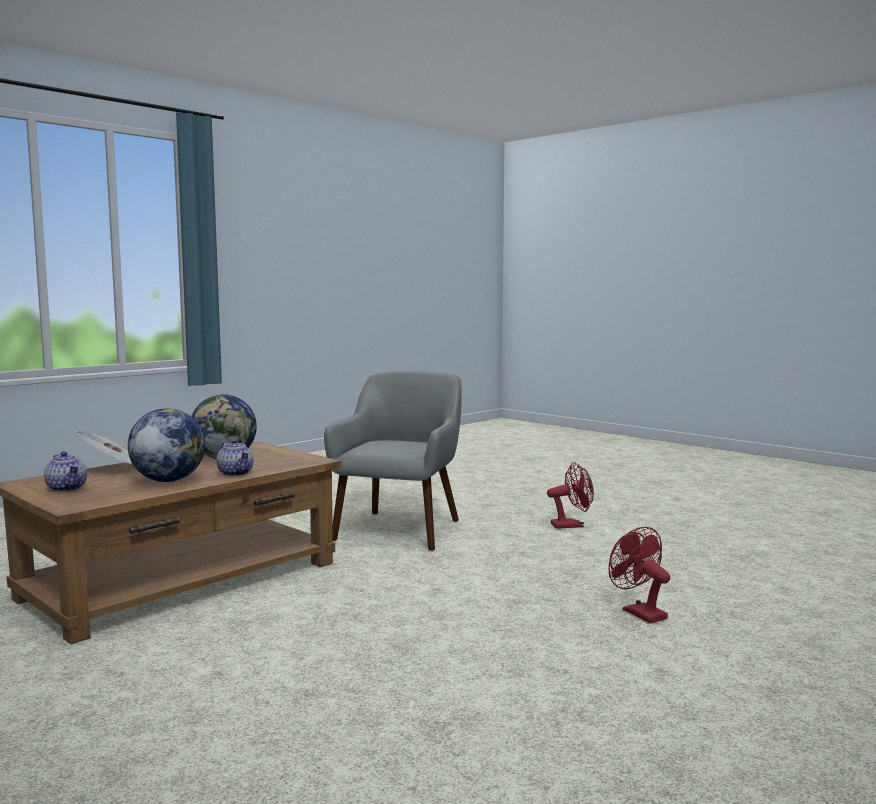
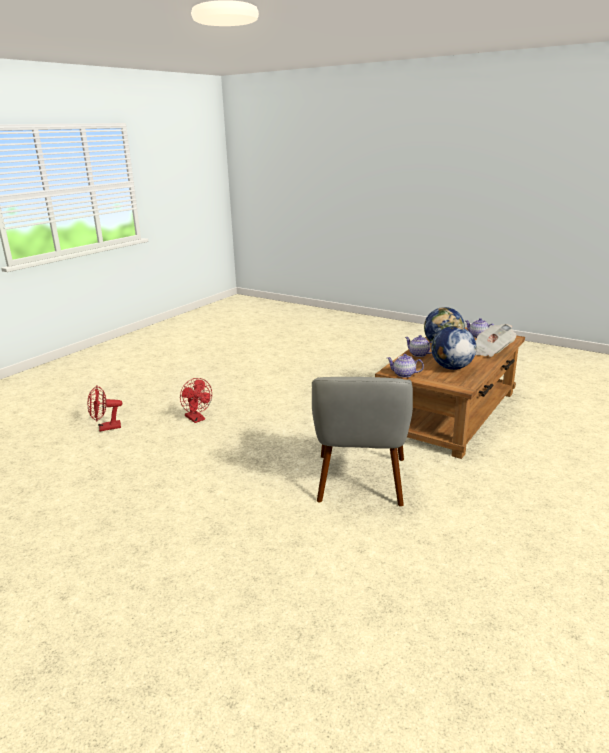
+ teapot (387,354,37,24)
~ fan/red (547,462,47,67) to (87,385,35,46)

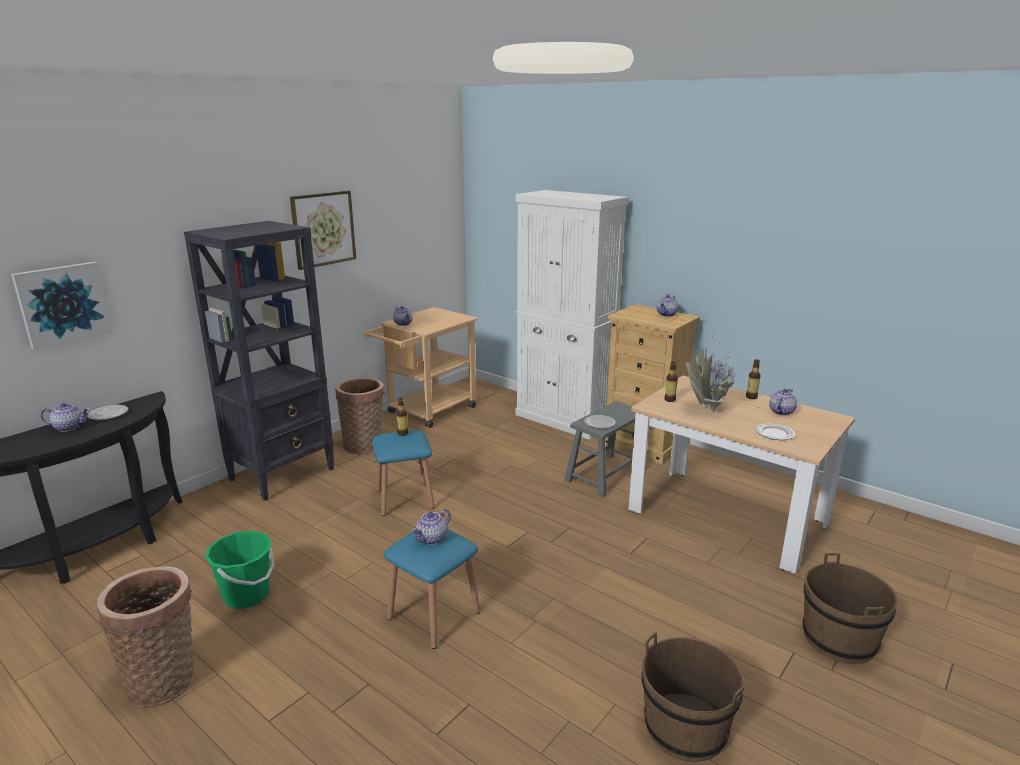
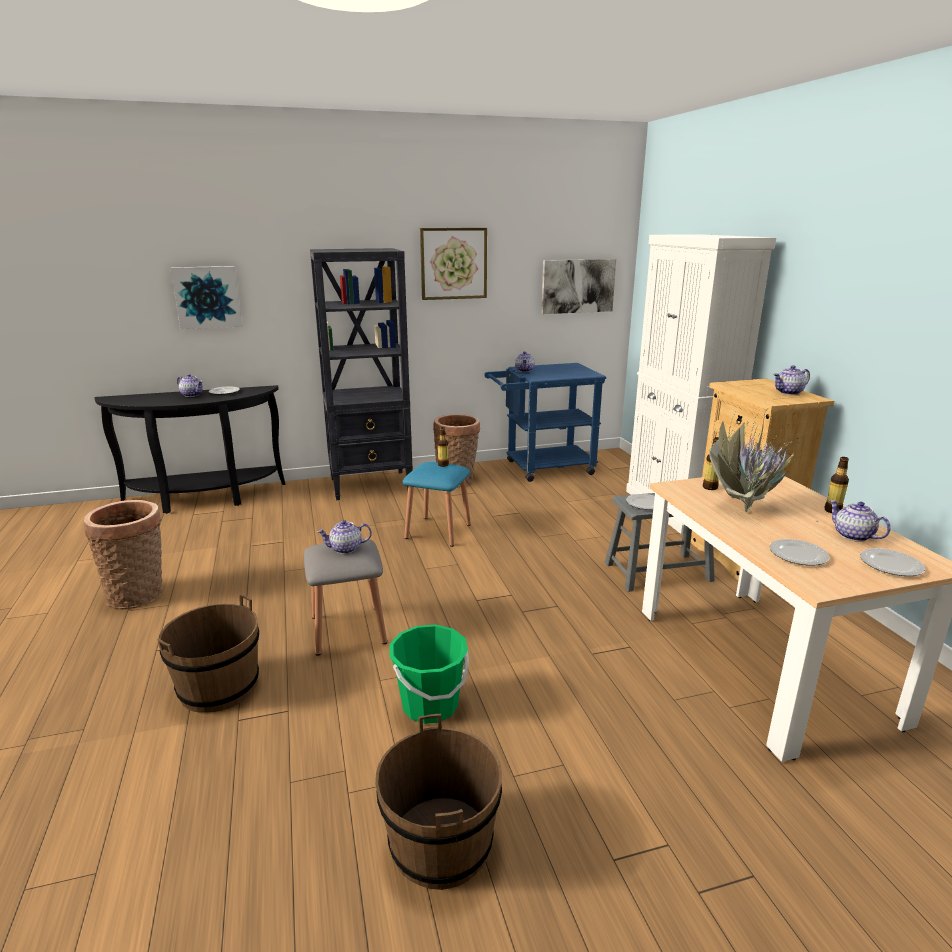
+ picture (541,259,75,55)
+ plate (860,548,65,28)
~ bucket/green (205,531,69,78) to (389,625,80,99)
~ bucket/brown (803,553,95,111) to (157,594,102,119)
~ cart/beige (363,307,115,121) to cart/blue (484,363,122,119)
~ stool/blue (383,529,97,120) to stool/grey (304,539,83,117)
~ teapot (769,389,28,27) = (829,500,62,42) 105 degrees counterclockwise

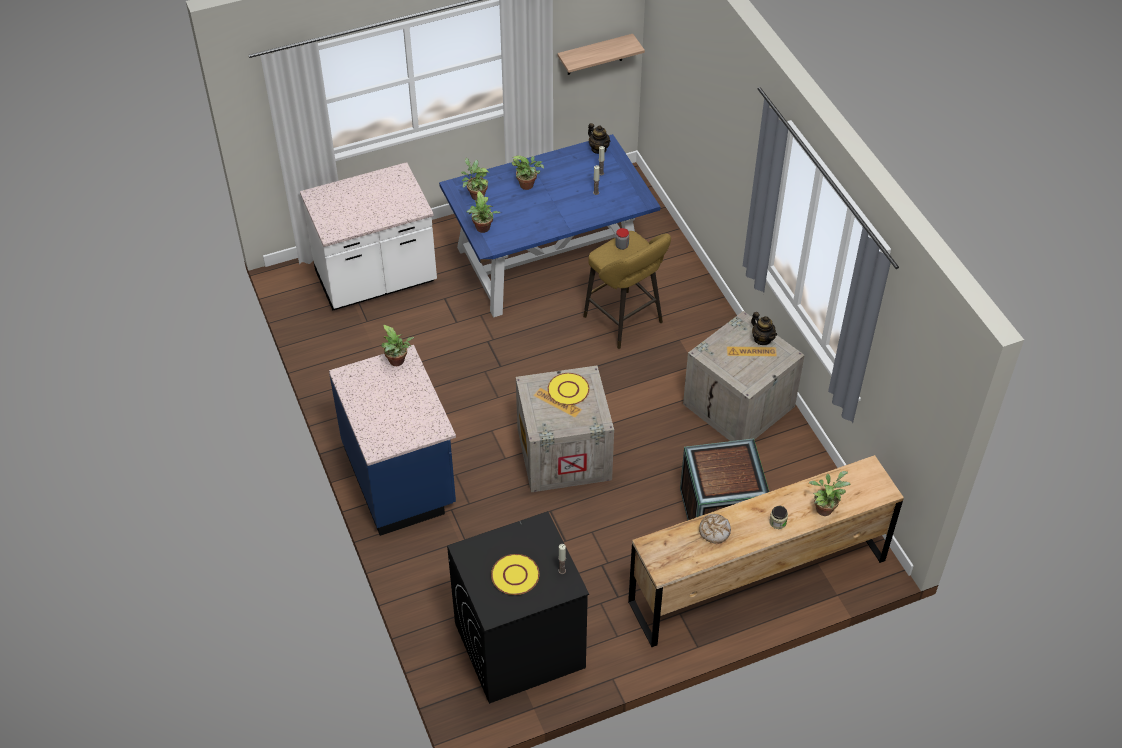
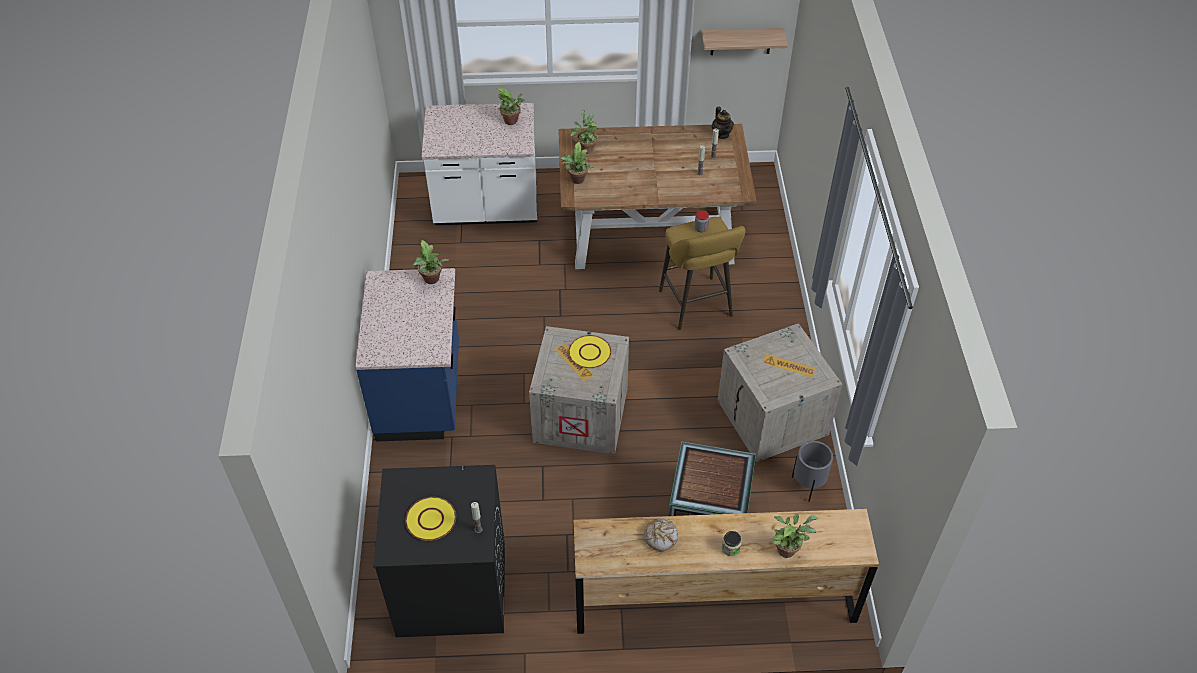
- teapot (751,312,26,33)
+ planter/grey (792,441,41,61)
~ potted plant (512,155,32,35) to (497,88,28,37)
~ dining table/blue (439,134,221,183) to dining table/brown (558,124,199,145)

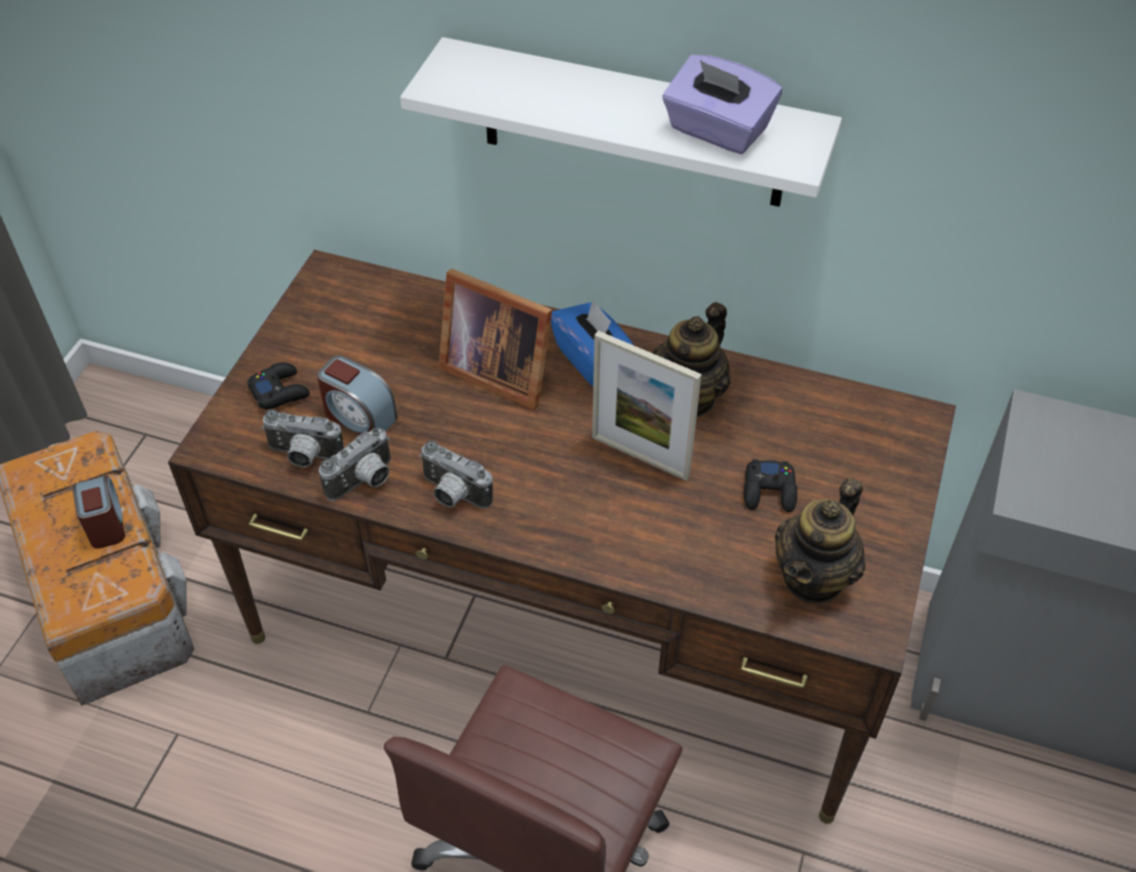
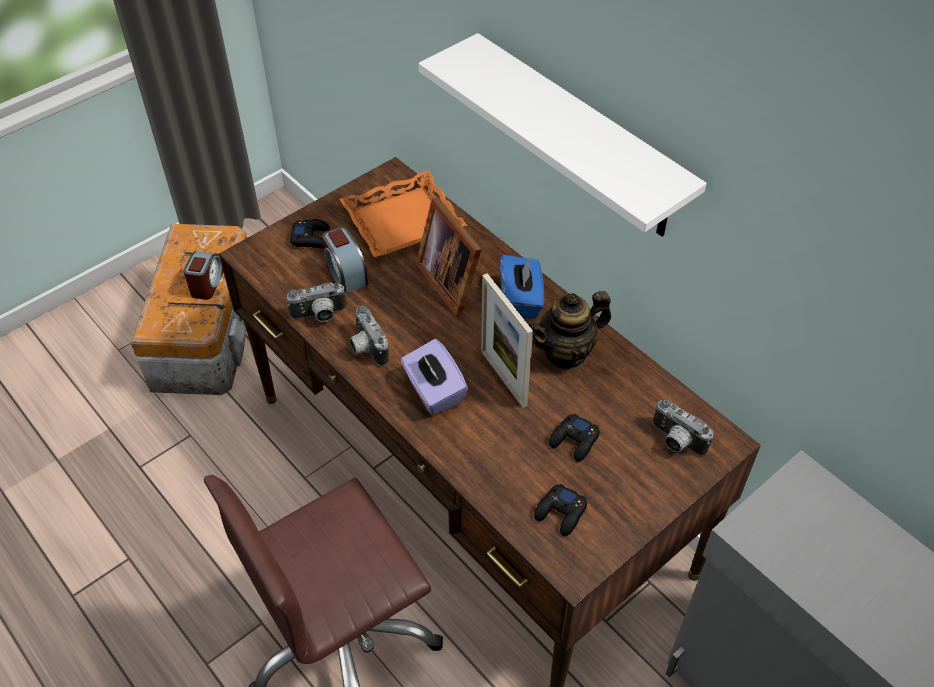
+ tray/orange (339,170,128,87)
~ photo camera (261,409,83,58) to (653,398,61,58)
~ tissue box/purple (662,54,120,100) to (401,339,67,76)
~ teapot (775,478,91,127) to game controller/black (534,483,53,53)

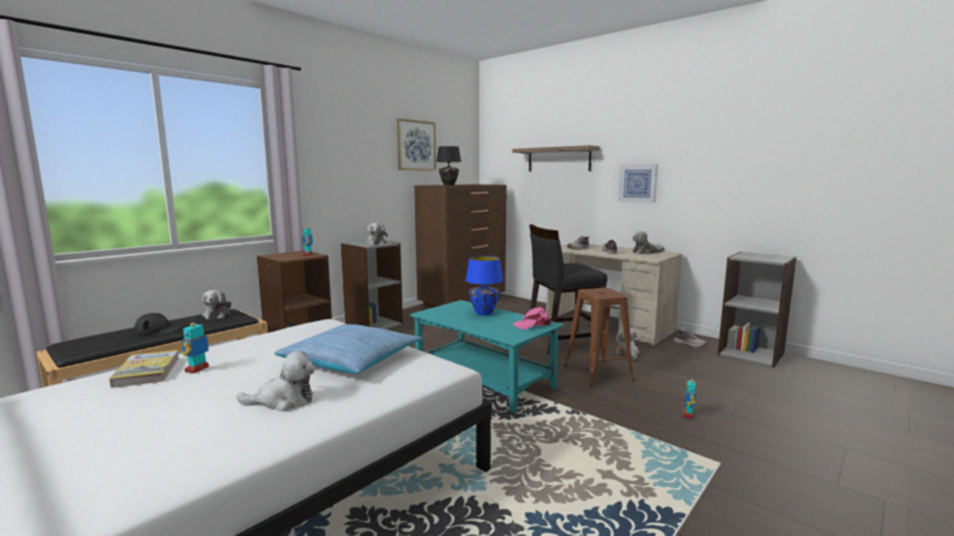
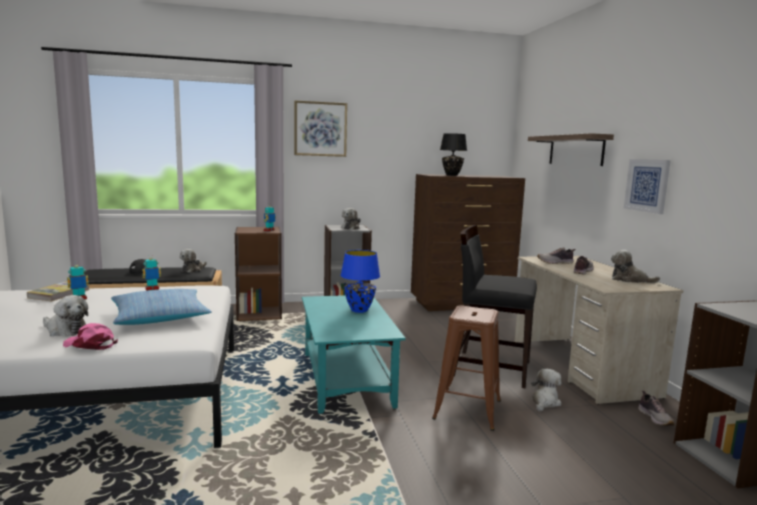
~ picture (397,119,39,51) to (294,100,53,57)
~ cap/pink (512,307,39,22) to (63,323,55,27)
~ toy robot (683,380,13,39) to (142,254,19,37)

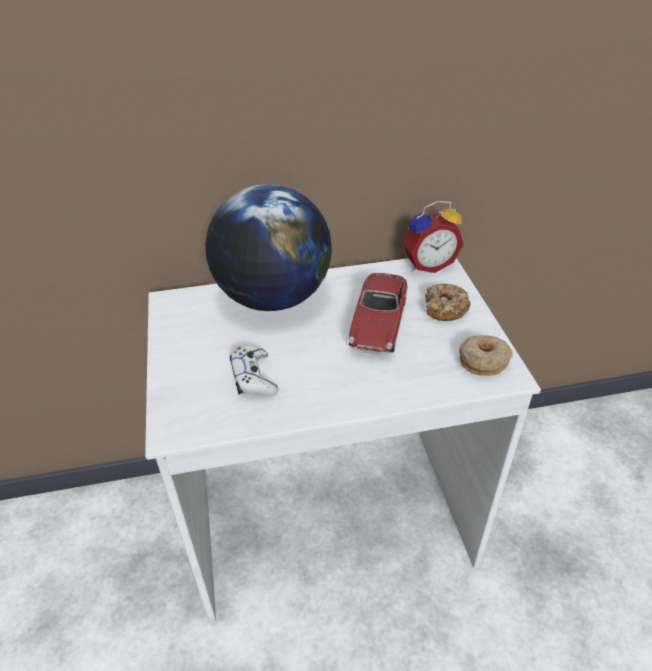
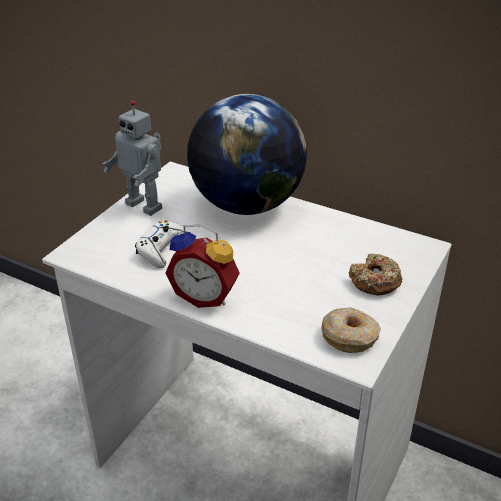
- toy car (348,273,60,81)
+ toy robot (103,101,59,115)
~ alarm clock (403,201,61,72) to (165,225,75,83)

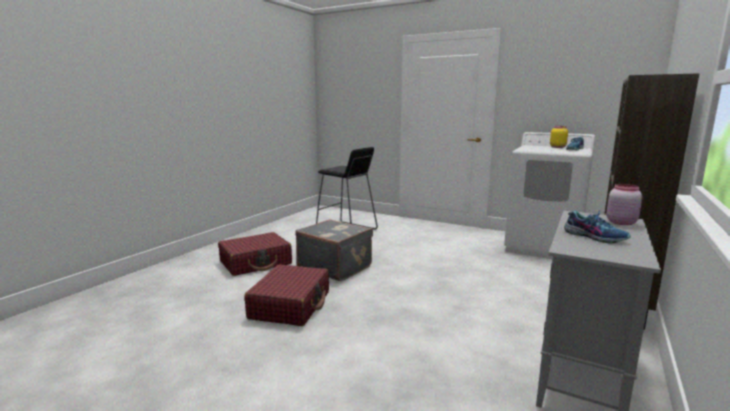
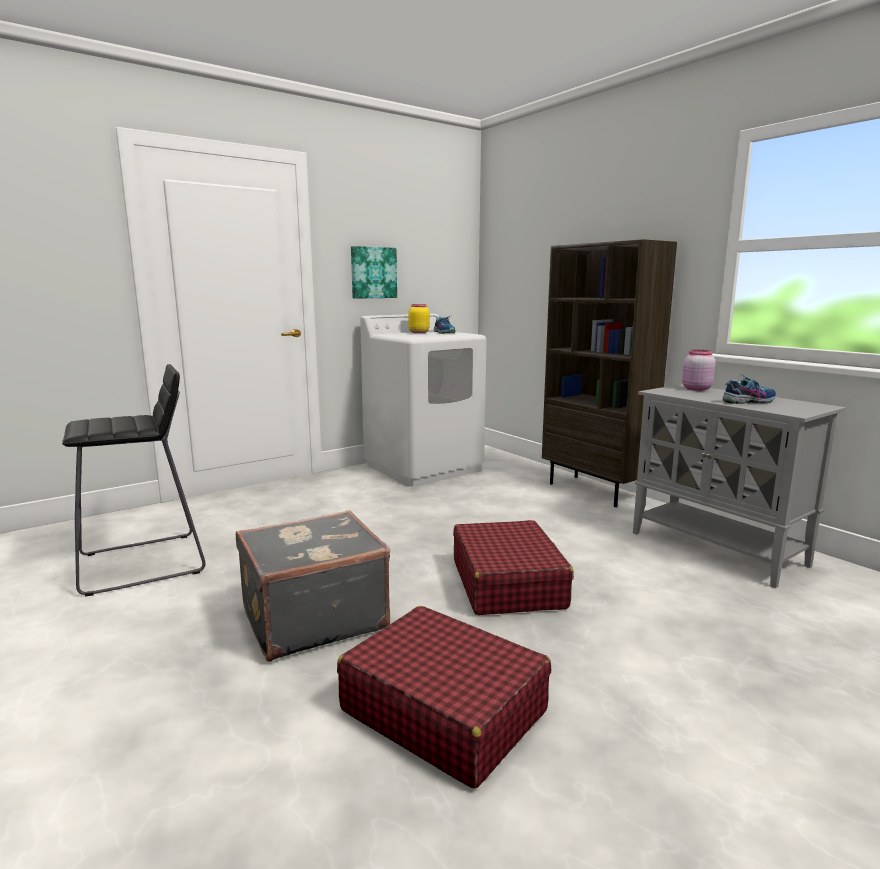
+ picture (351,246,46,53)
~ suitcase/red (218,232,74,44) to (453,520,121,95)

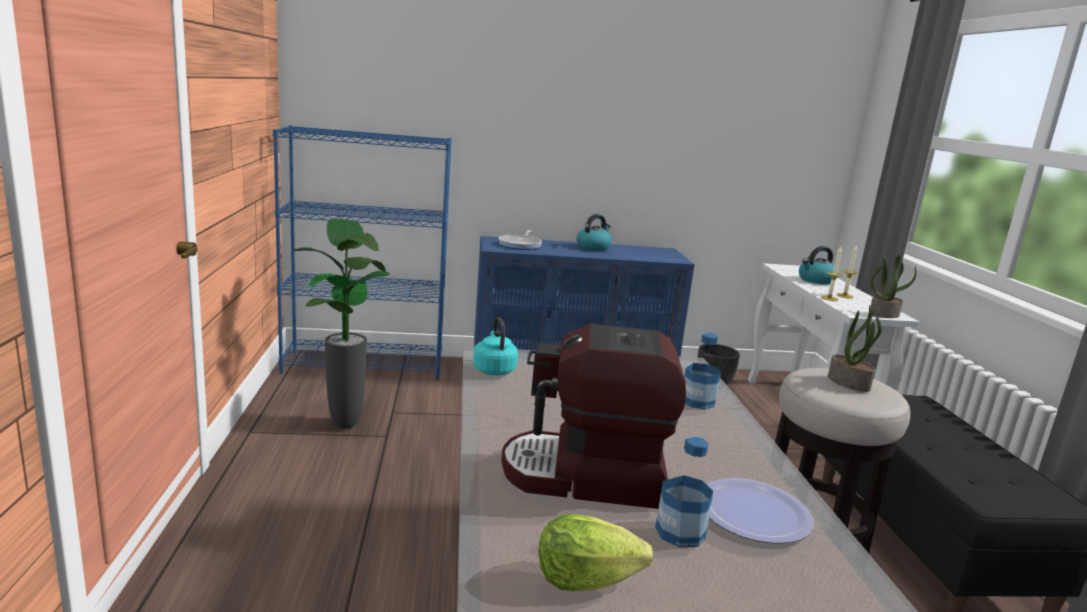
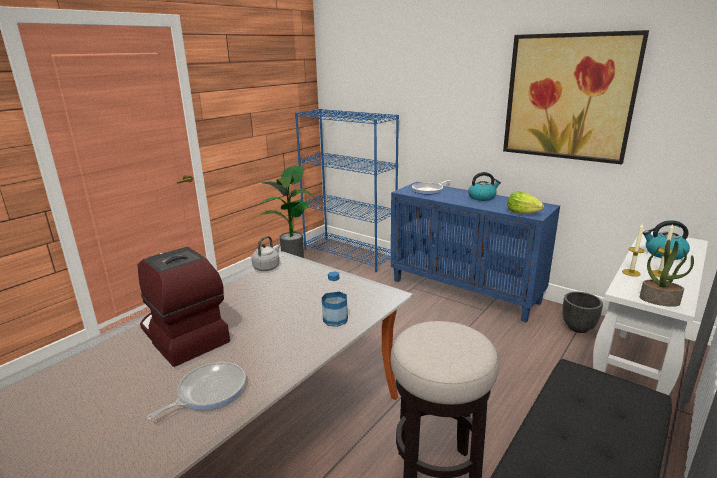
- bottle (655,436,58,111)
- potted plant (828,305,54,87)
+ picture (503,30,146,134)
~ lettuce (539,514,114,77) to (507,191,37,23)
~ plate (707,478,107,66) to frying pan (147,362,99,57)
~ kettle/turquoise (473,317,45,58) to kettle/grey (251,236,29,35)

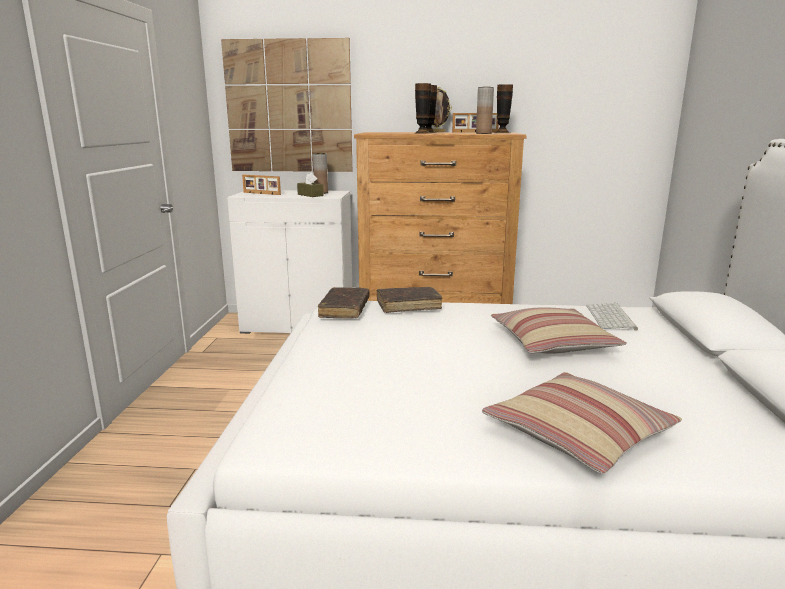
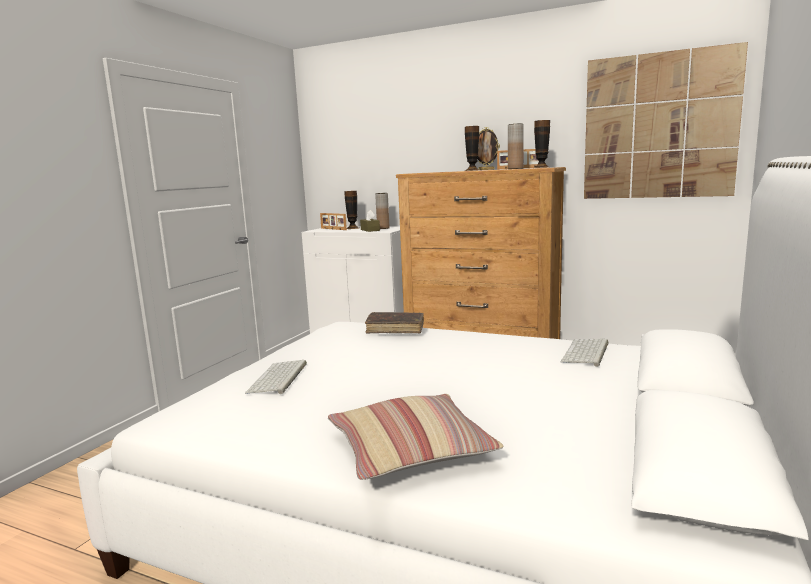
- book/brown (318,287,52,31)
- pillow (491,308,136,46)
+ keyboard (245,360,62,34)
~ picture (221,38,131,134) to (584,42,164,157)
~ vase (414,83,17,51) to (344,191,15,38)

